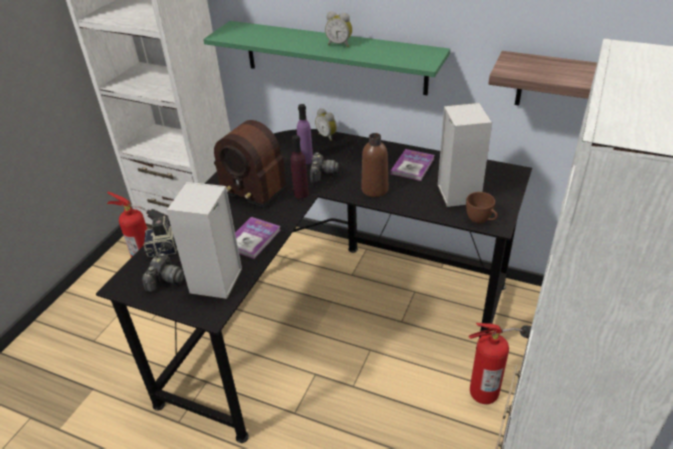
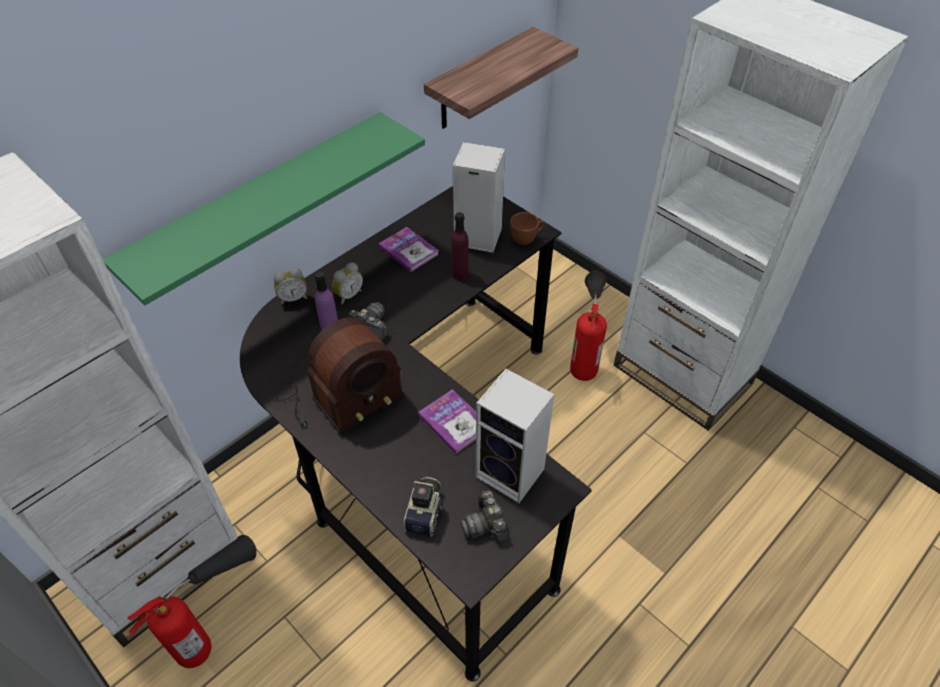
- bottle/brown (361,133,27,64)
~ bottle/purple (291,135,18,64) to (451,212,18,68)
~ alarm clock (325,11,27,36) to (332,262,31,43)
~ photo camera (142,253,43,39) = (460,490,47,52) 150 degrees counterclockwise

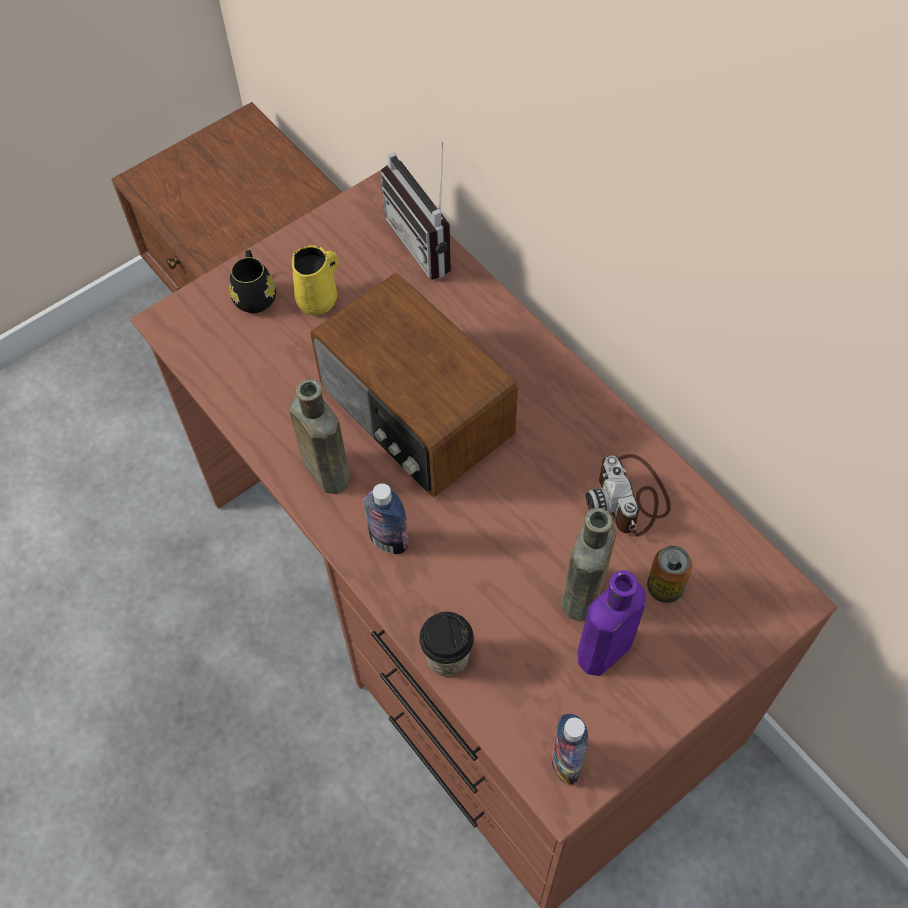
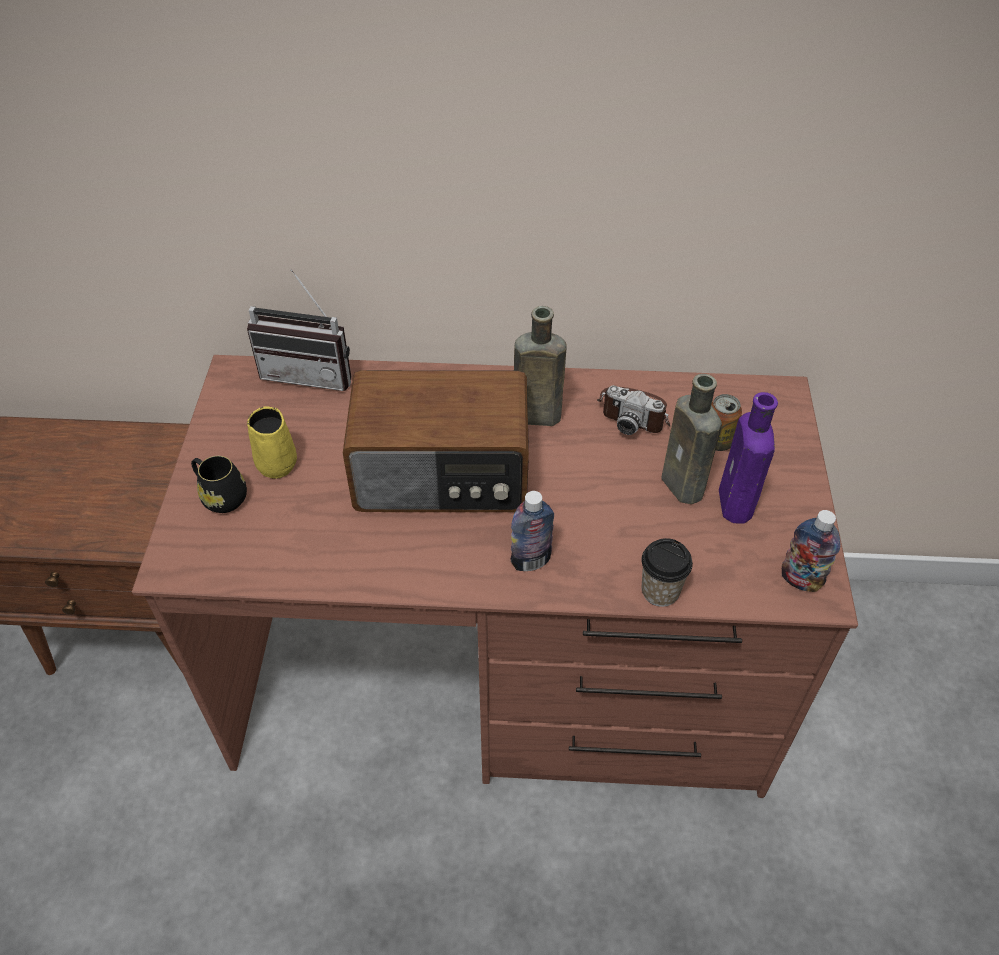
~ bottle/brown (289,379,61,115) to (514,306,53,120)

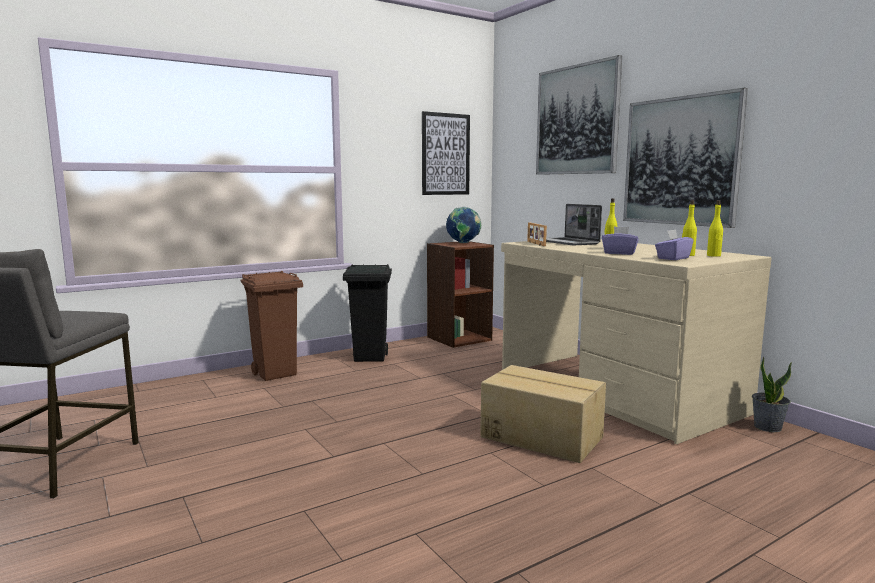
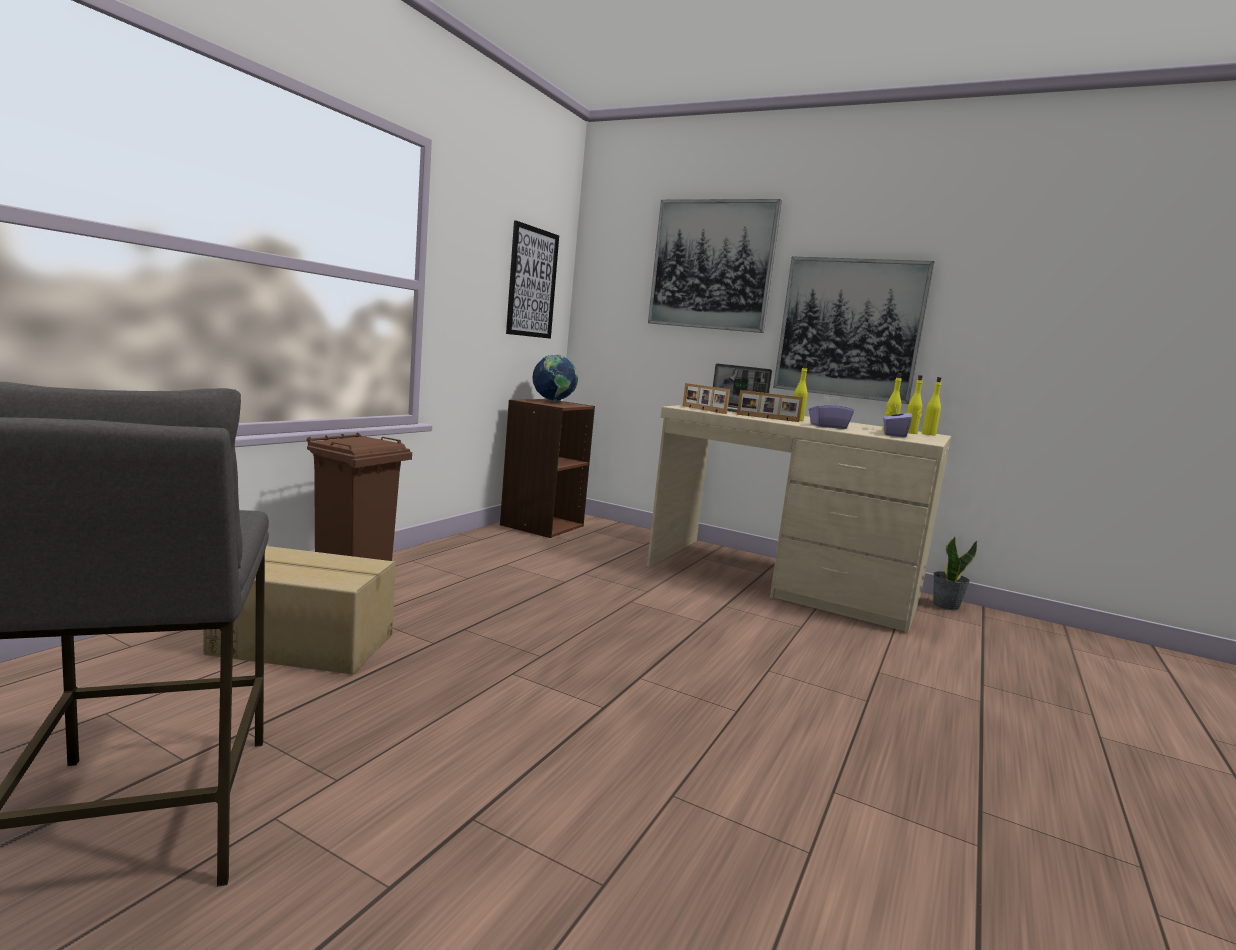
- trash can/black (343,264,49,98)
+ picture frame (737,390,66,32)
+ bottle/yellow (922,377,19,59)
~ cardboard box (480,365,126,98) to (203,546,193,128)

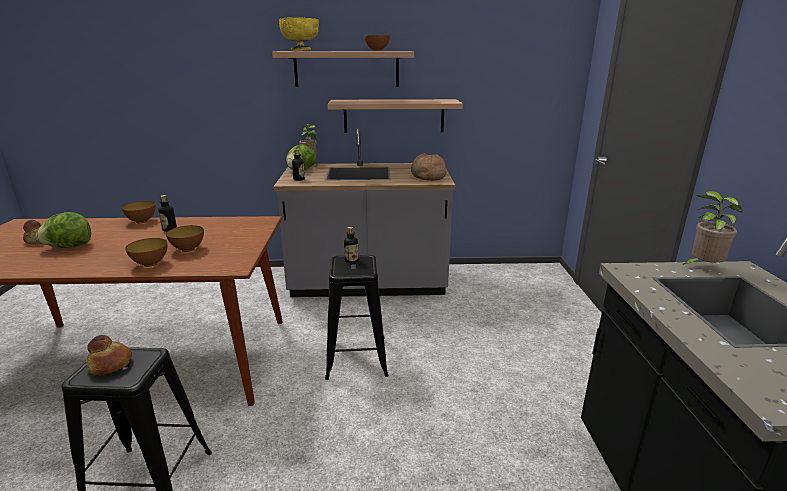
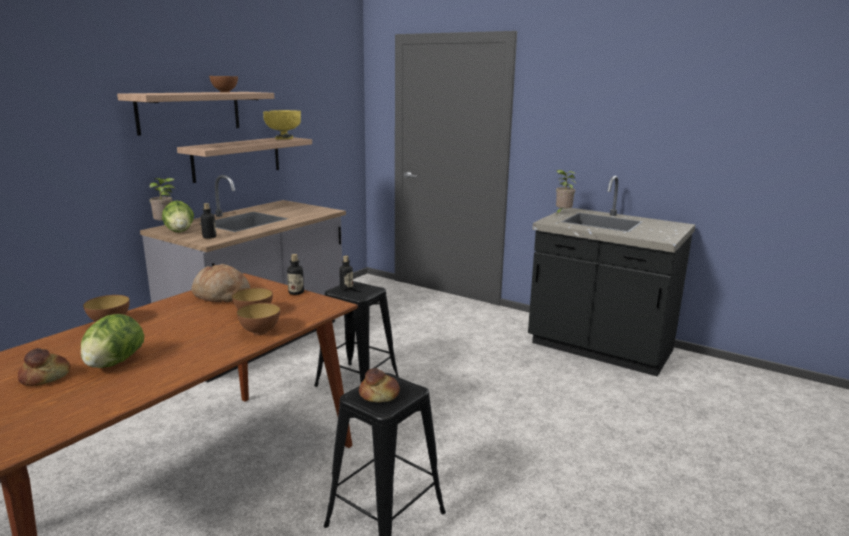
~ bottle (158,195,19,37) to (287,254,17,41)
~ bowl/yellow (279,17,40,34) to (263,110,38,29)
~ bread (411,153,35,27) to (191,264,59,38)

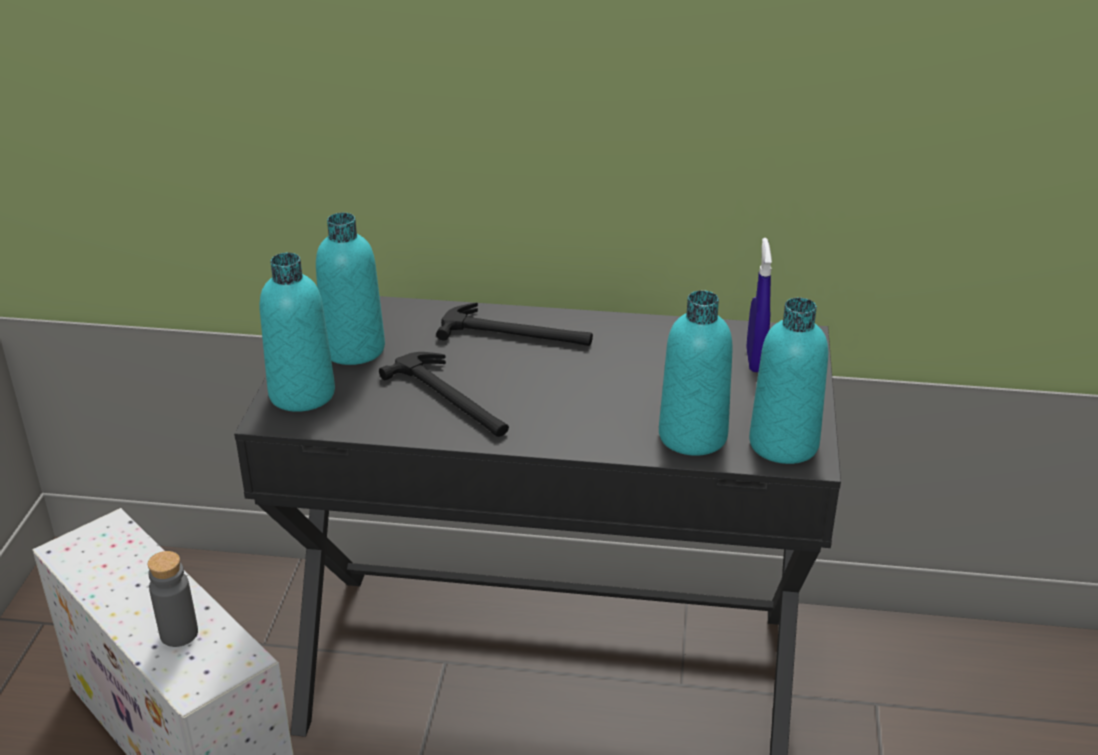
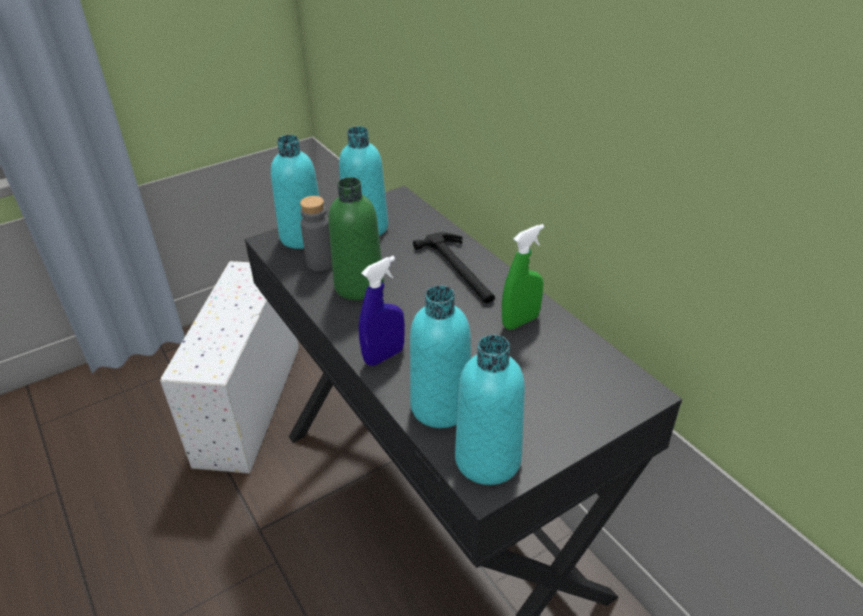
+ spray bottle/green (502,224,42,106)
~ bottle/grey (148,551,50,96) to (300,196,32,75)
~ spray bottle/blue (747,238,25,134) to (359,256,46,110)
~ hammer (379,352,130,85) to bottle/green (328,177,56,123)

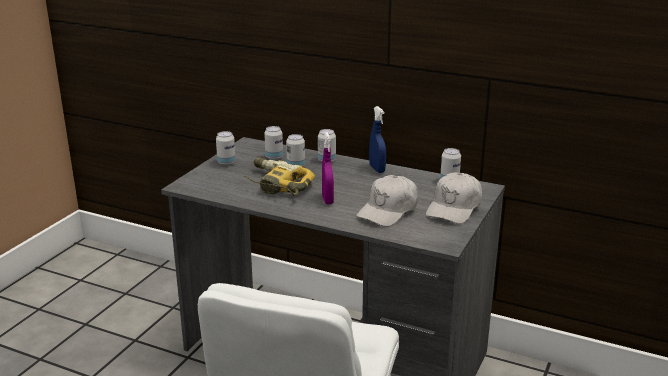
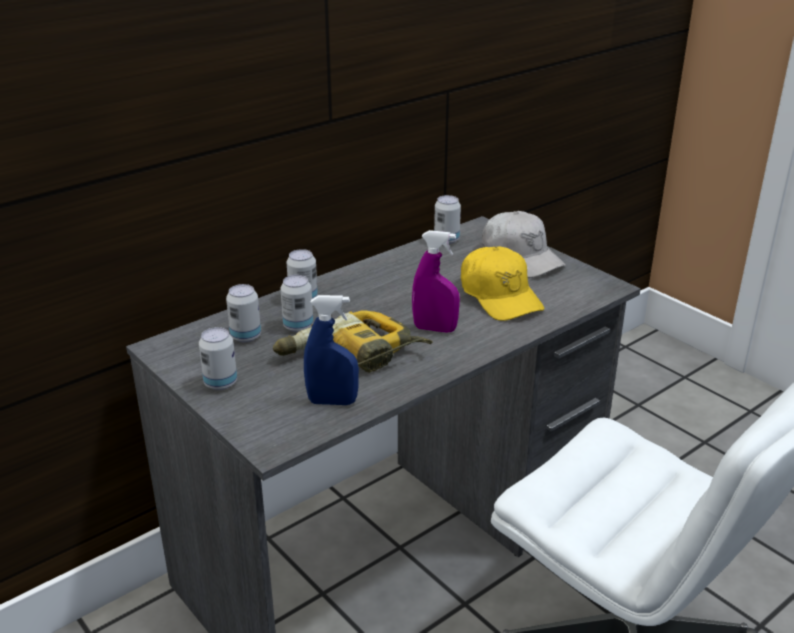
~ spray bottle/blue (369,106,17,67) to (304,295,55,110)
~ cap/white (356,175,62,52) to cap/yellow (461,247,84,74)

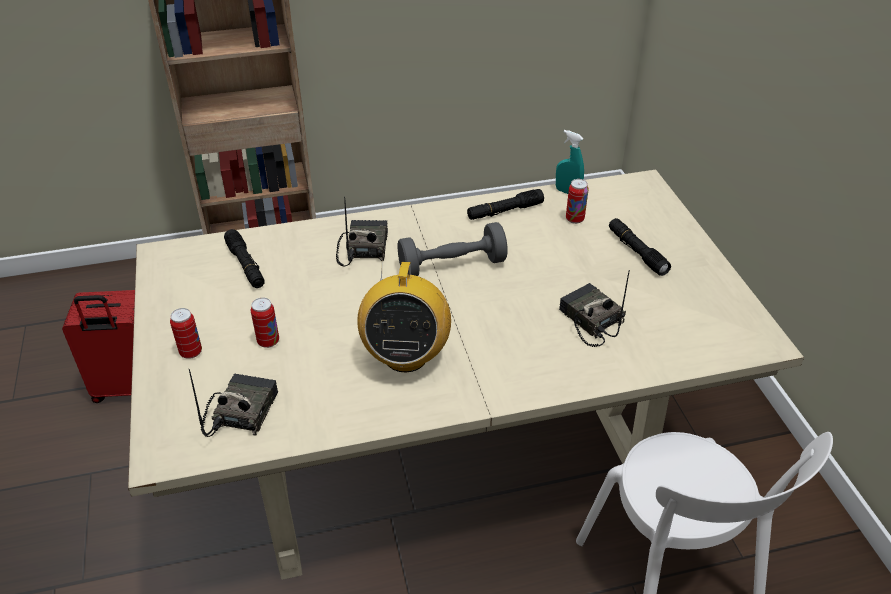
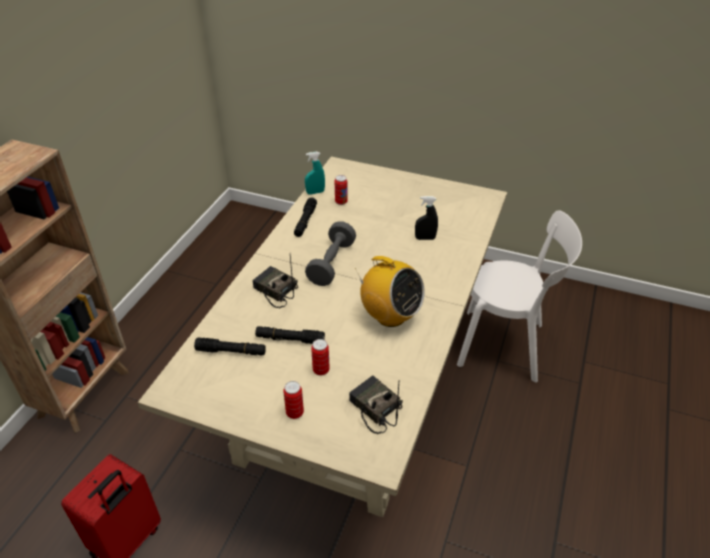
~ flashlight/black (609,218,62,58) to (255,326,70,18)
~ radio (559,270,71,77) to spray bottle/black (415,196,23,44)

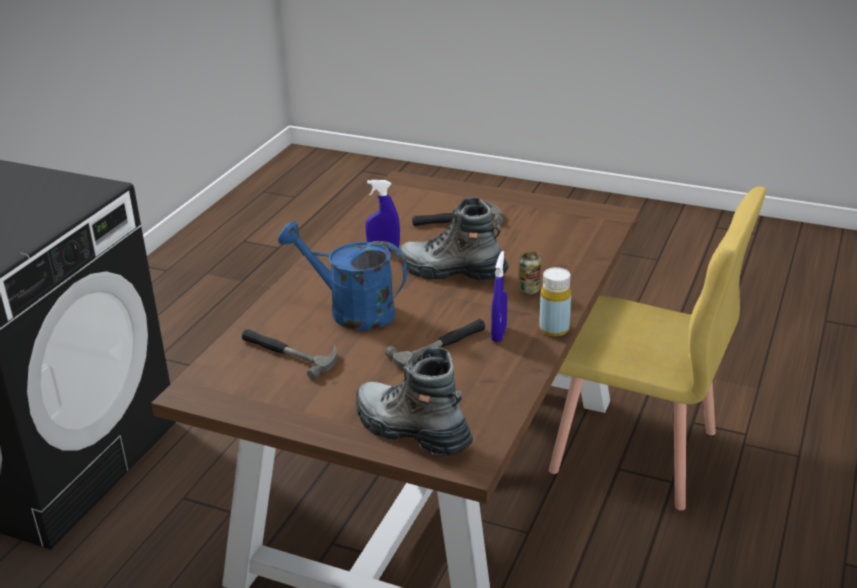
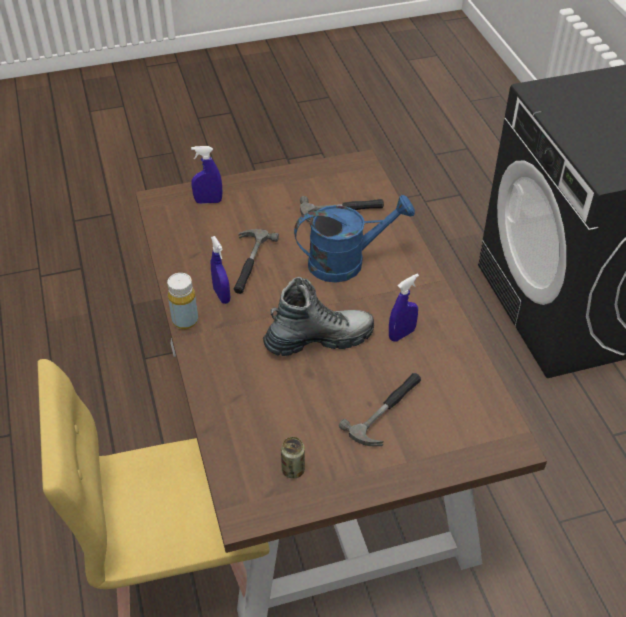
~ can (518,251,23,44) to (281,437,24,42)
~ boot (356,347,117,109) to spray bottle/blue (191,146,31,58)

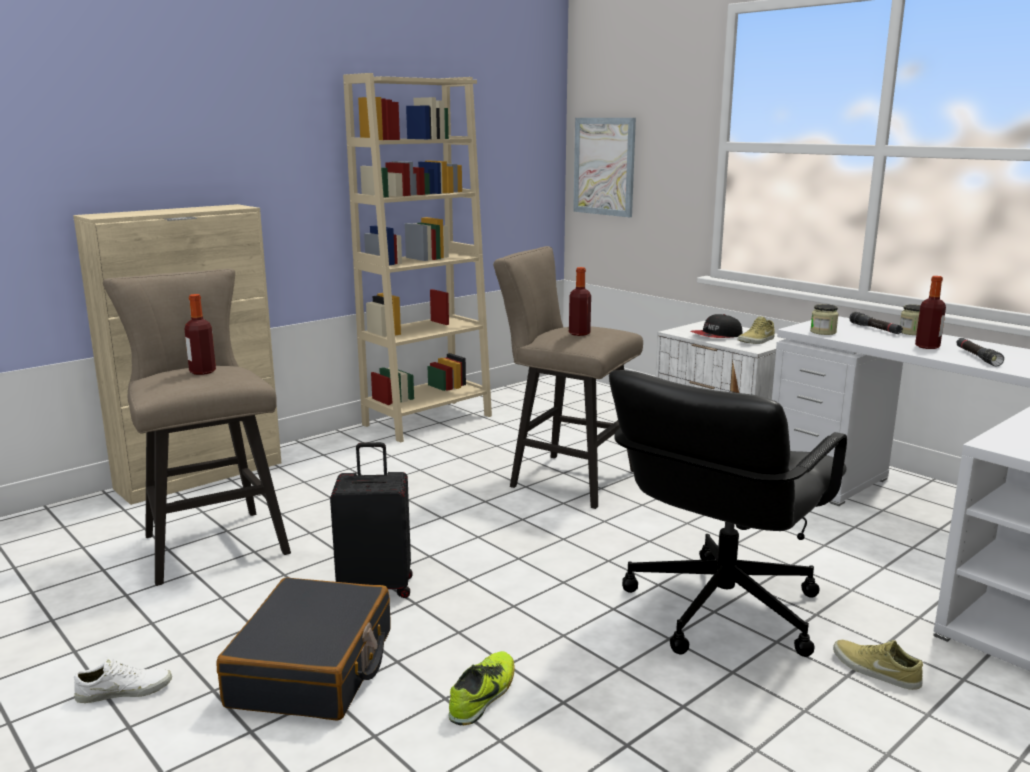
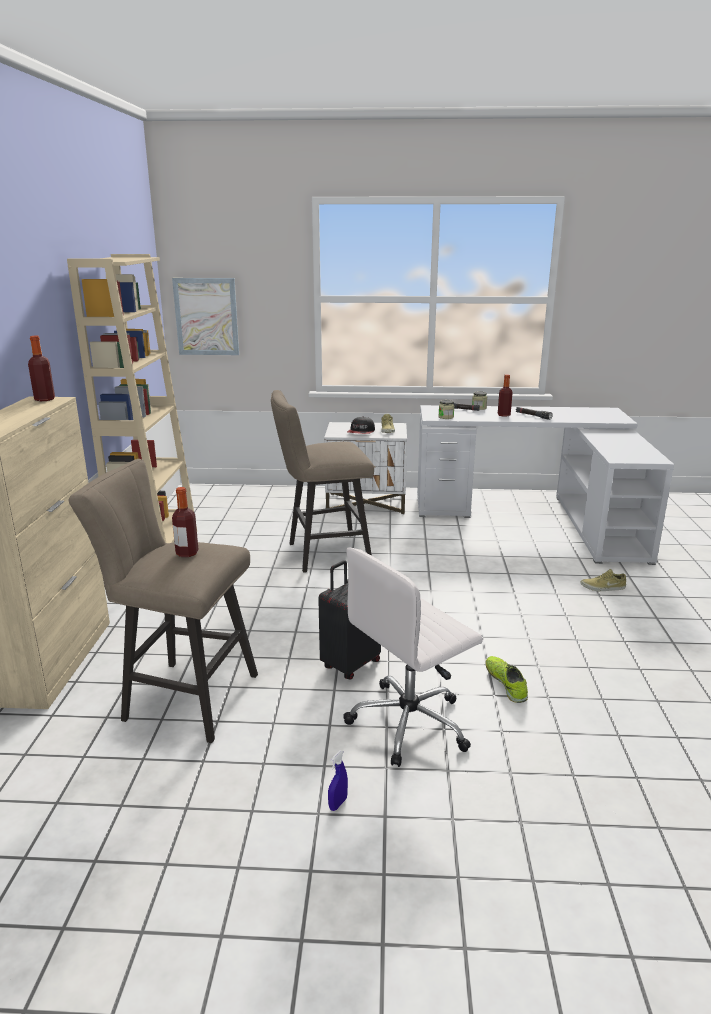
- office chair/black (609,370,238,287)
~ bottle (569,267,22,69) to (28,336,27,65)
~ shoe/white (74,658,98,45) to spray bottle/blue (328,750,20,61)
~ suitcase/black (216,578,175,143) to office chair/white (343,548,140,219)

